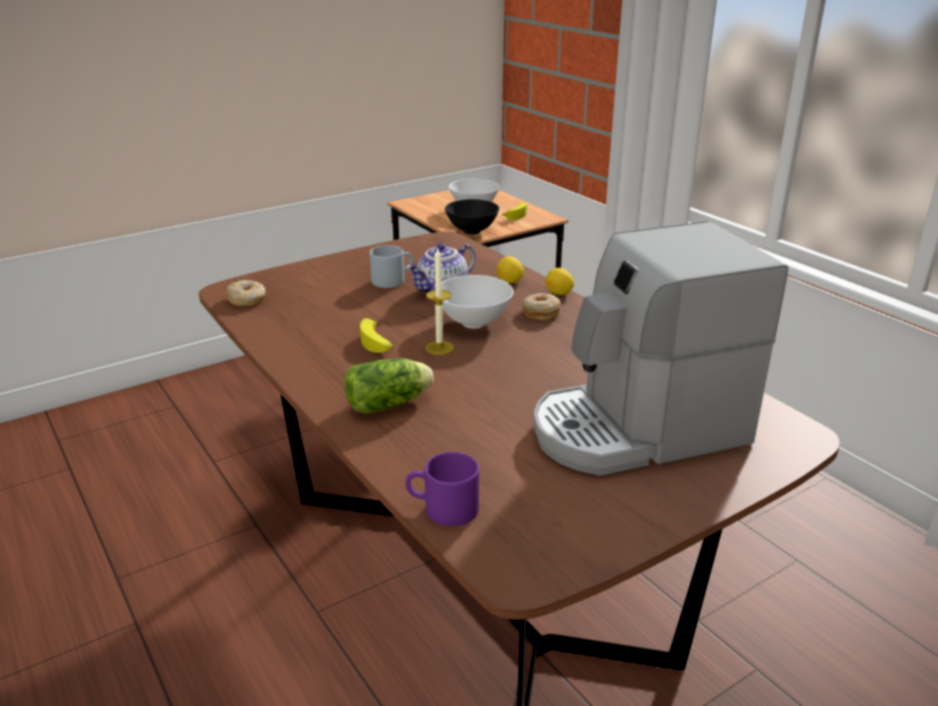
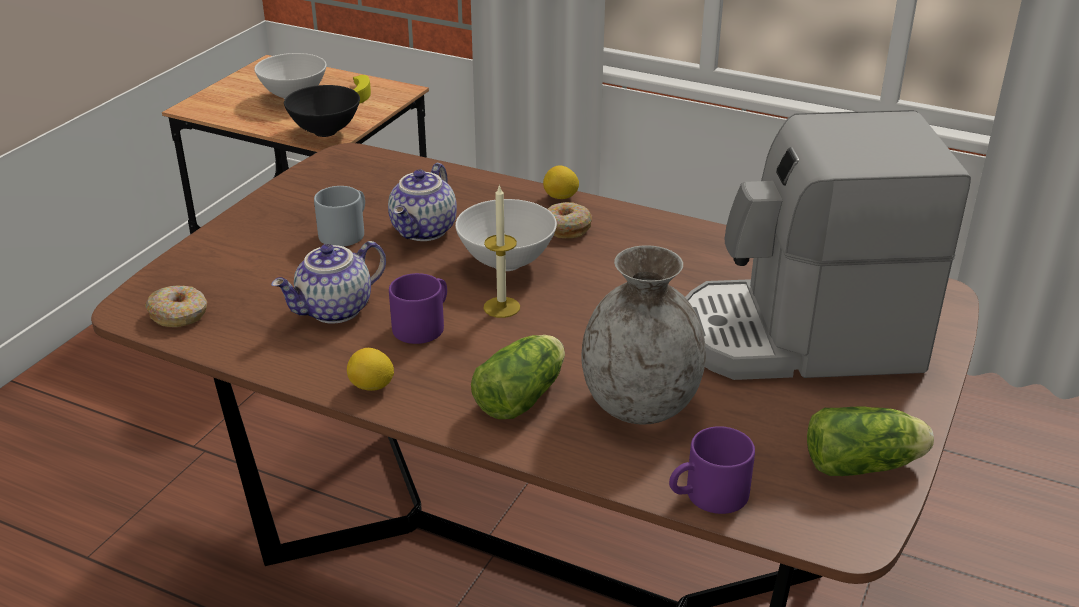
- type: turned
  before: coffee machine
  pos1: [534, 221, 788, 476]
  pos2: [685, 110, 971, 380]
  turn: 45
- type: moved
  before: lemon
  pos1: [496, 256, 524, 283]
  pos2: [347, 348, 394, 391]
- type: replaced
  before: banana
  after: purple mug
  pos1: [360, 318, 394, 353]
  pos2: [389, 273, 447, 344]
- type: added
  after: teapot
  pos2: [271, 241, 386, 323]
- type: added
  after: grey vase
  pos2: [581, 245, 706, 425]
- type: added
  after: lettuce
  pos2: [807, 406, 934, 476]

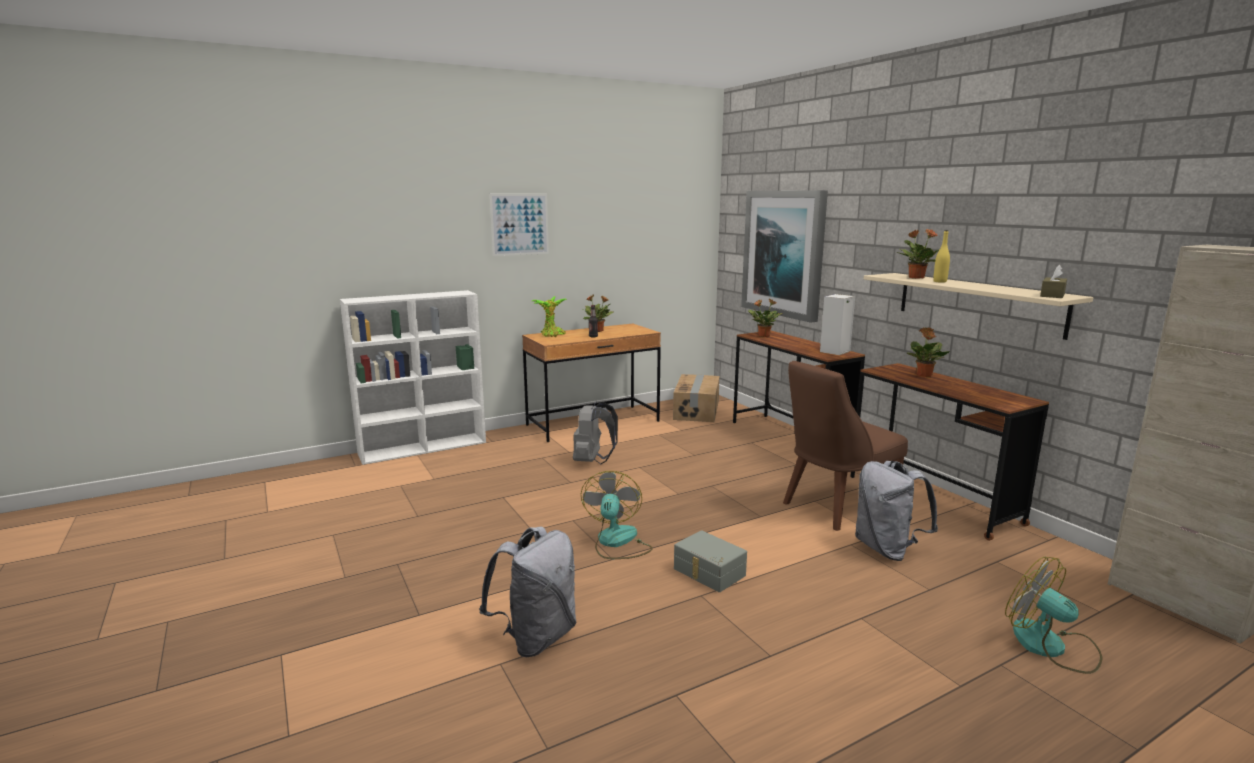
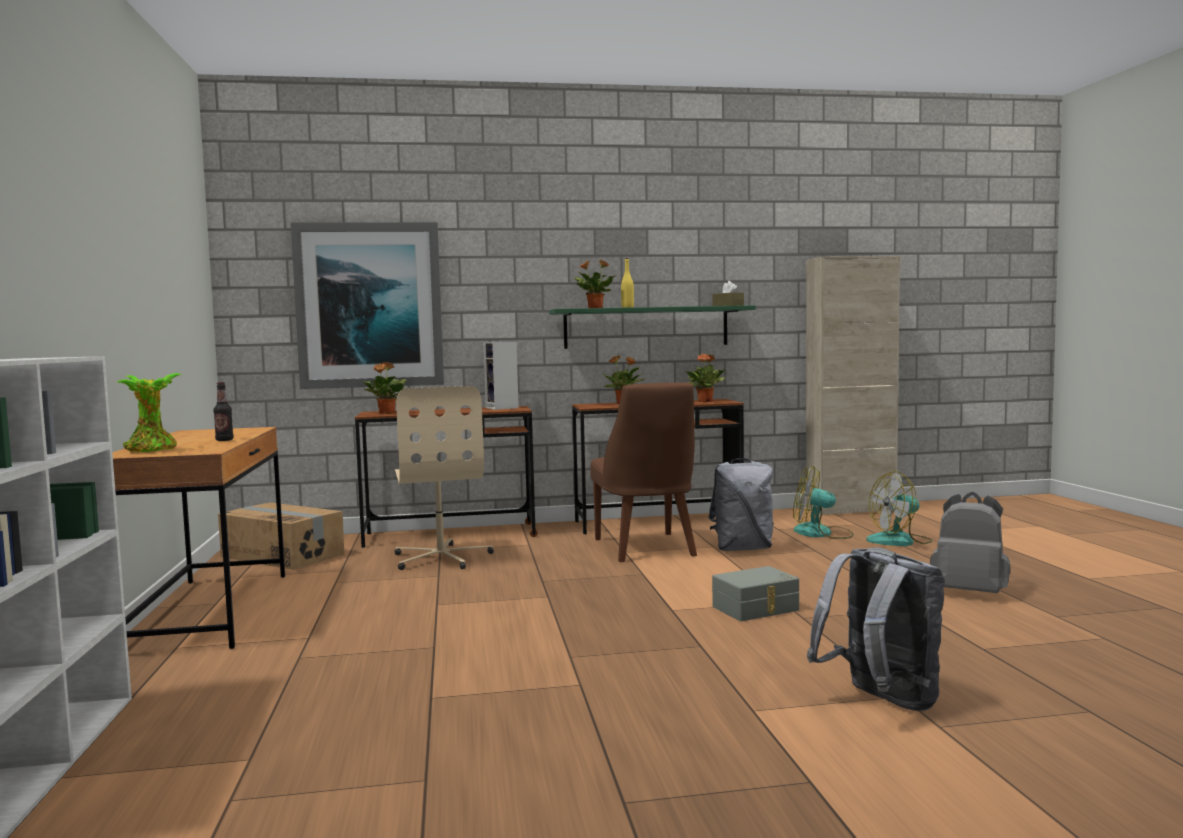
- type: removed
  before: picture
  pos1: [490, 194, 549, 256]
- type: recoloured
  before: beige shelf
  after: green shelf
  pos1: [864, 273, 1093, 340]
  pos2: [549, 305, 756, 349]
- type: moved
  before: potted plant
  pos1: [582, 294, 613, 332]
  pos2: [686, 354, 726, 402]
- type: moved
  before: grey backpack
  pos1: [573, 402, 618, 464]
  pos2: [930, 492, 1010, 593]
- type: moved
  before: fan
  pos1: [581, 471, 653, 559]
  pos2: [793, 466, 854, 539]
- type: added
  after: beige office chair
  pos2: [395, 386, 494, 570]

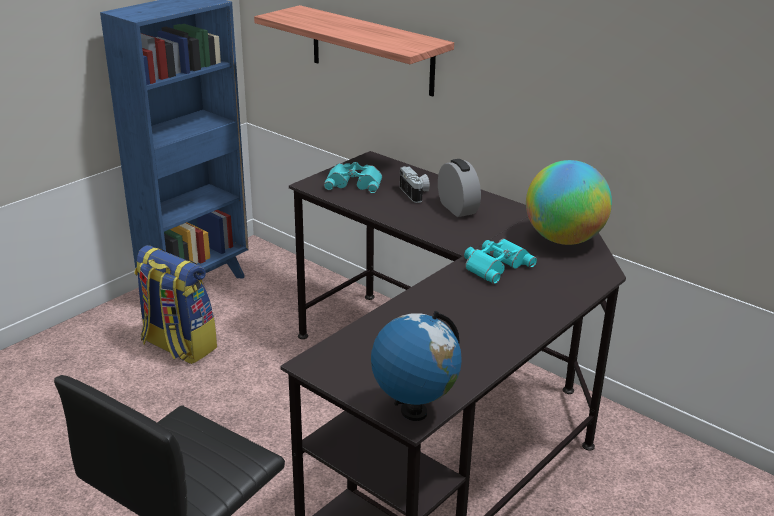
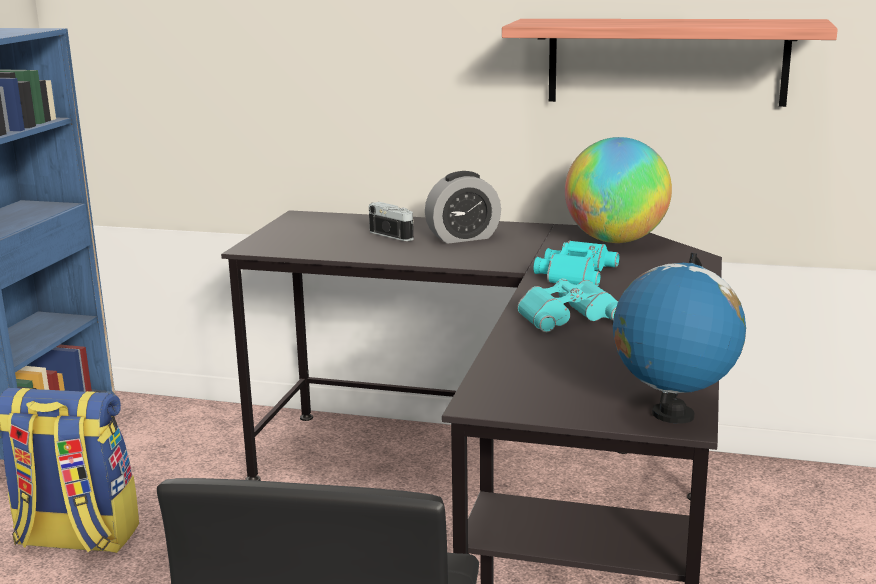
- type: moved
  before: shelf
  pos1: [254, 5, 454, 96]
  pos2: [502, 19, 838, 107]
- type: turned
  before: alarm clock
  pos1: [438, 159, 481, 217]
  pos2: [425, 171, 501, 244]
  turn: 120
- type: moved
  before: turquoise binoculars
  pos1: [324, 162, 382, 194]
  pos2: [517, 278, 618, 332]

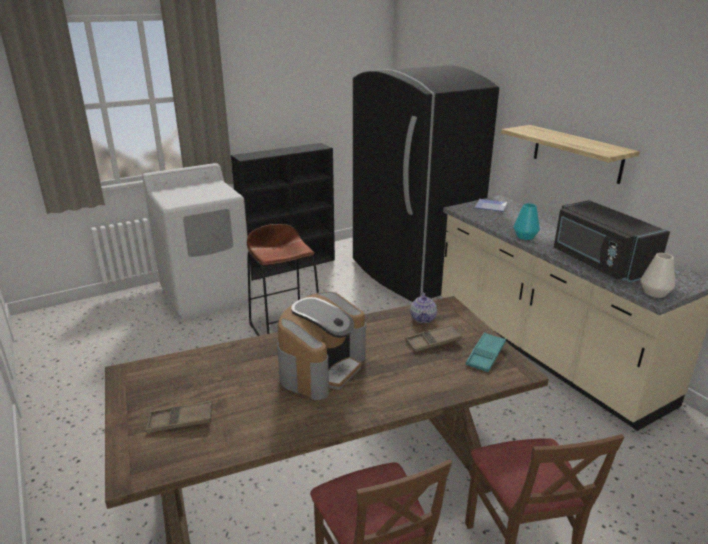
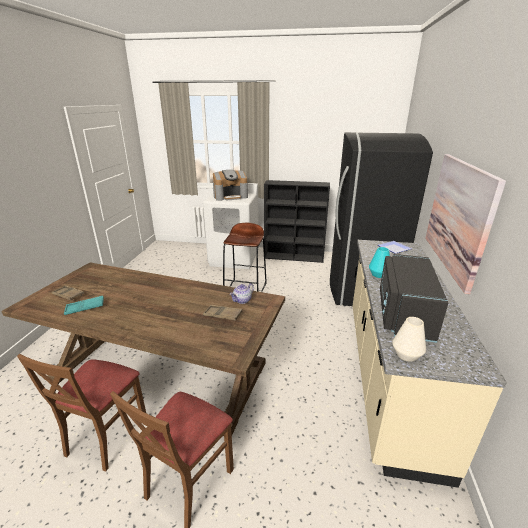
- type: replaced
  before: shelf
  after: picture
  pos1: [501, 125, 640, 184]
  pos2: [425, 154, 506, 294]
- type: moved
  before: coffee machine
  pos1: [277, 292, 366, 400]
  pos2: [213, 170, 248, 201]
- type: moved
  before: turquoise tray
  pos1: [466, 332, 506, 372]
  pos2: [64, 296, 104, 315]

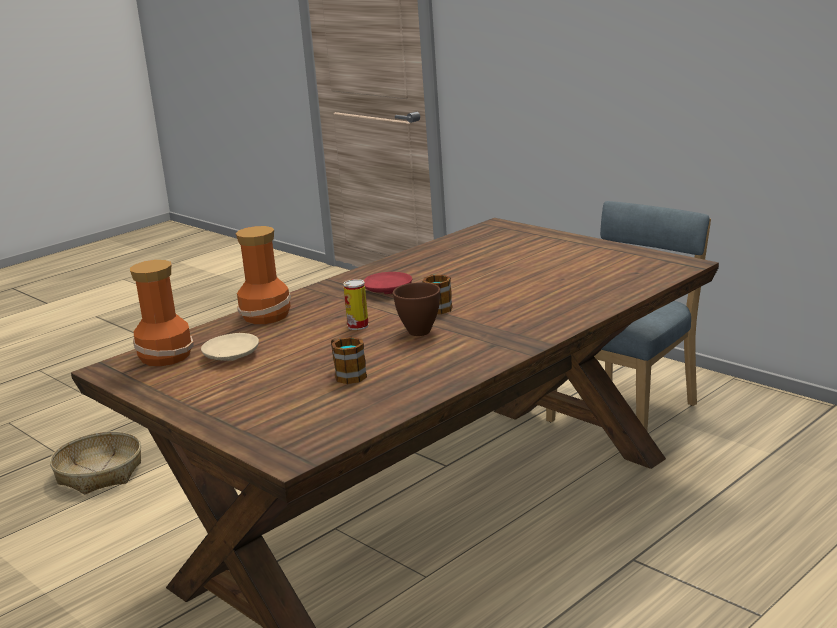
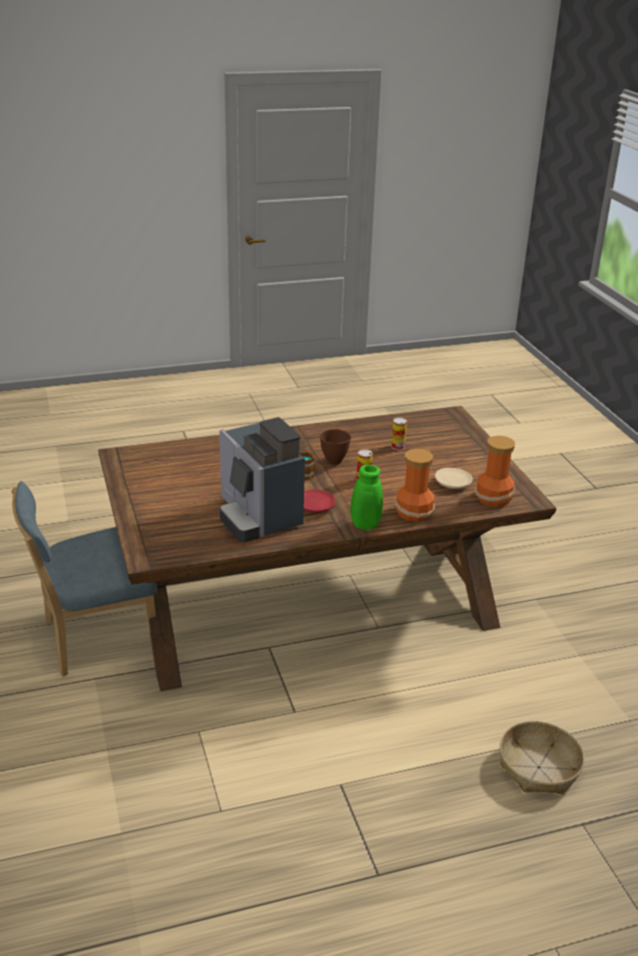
- type: replaced
  before: mug
  after: can
  pos1: [331, 337, 367, 384]
  pos2: [391, 417, 407, 450]
- type: added
  after: coffee machine
  pos2: [220, 417, 305, 542]
- type: added
  after: green vase
  pos2: [350, 465, 383, 530]

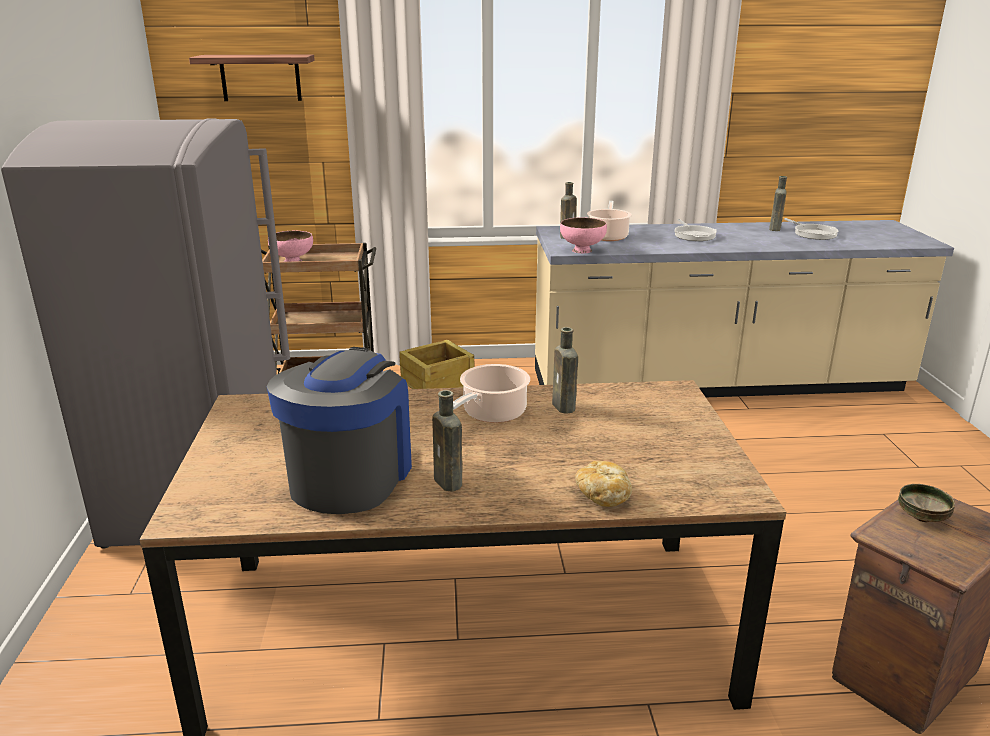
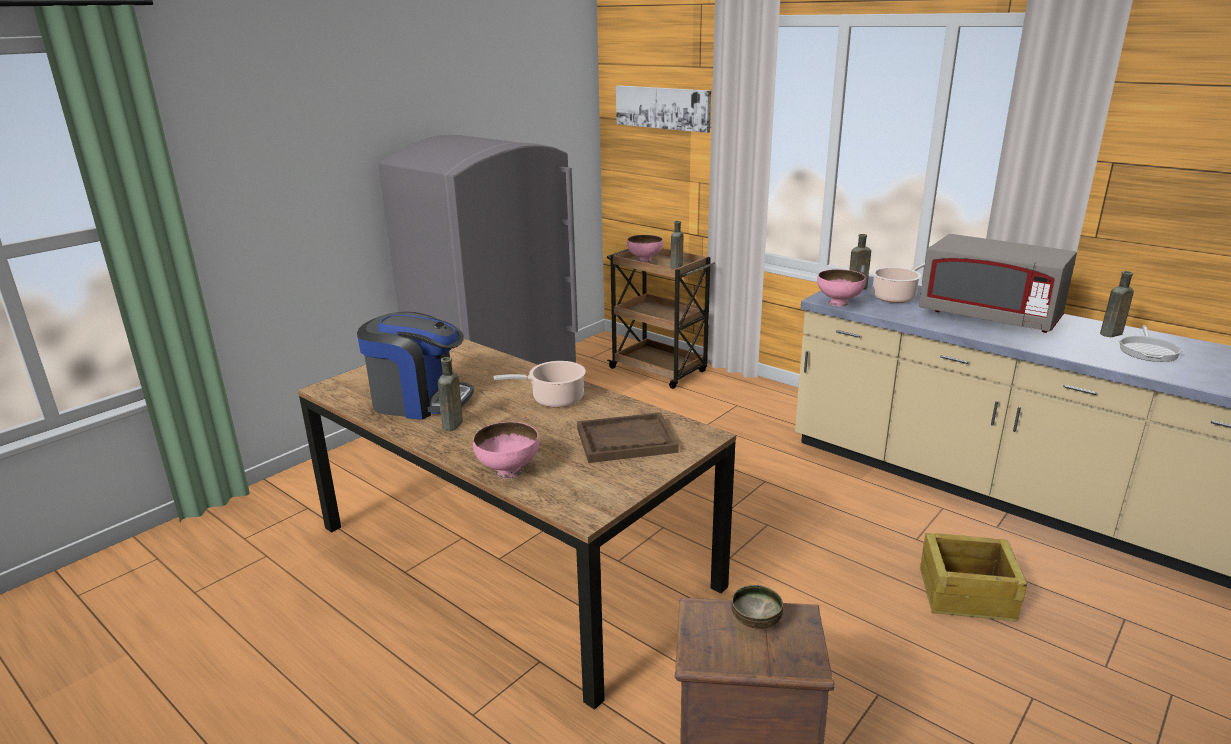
- type: replaced
  before: shelf
  after: picture
  pos1: [189, 54, 315, 101]
  pos2: [616, 85, 711, 133]
- type: replaced
  before: frying pan
  after: grey microwave
  pos1: [674, 219, 717, 241]
  pos2: [919, 234, 1077, 333]
- type: moved
  before: brown bottle
  pos1: [552, 327, 578, 414]
  pos2: [670, 221, 684, 269]
- type: moved
  before: crate
  pos1: [399, 339, 474, 389]
  pos2: [920, 533, 1027, 622]
- type: turned
  before: coffee machine
  pos1: [267, 347, 412, 514]
  pos2: [357, 312, 474, 420]
  turn: 45
- type: replaced
  before: bread
  after: pink bowl
  pos1: [575, 461, 632, 507]
  pos2: [473, 422, 539, 479]
- type: added
  after: brown tray
  pos2: [577, 413, 679, 463]

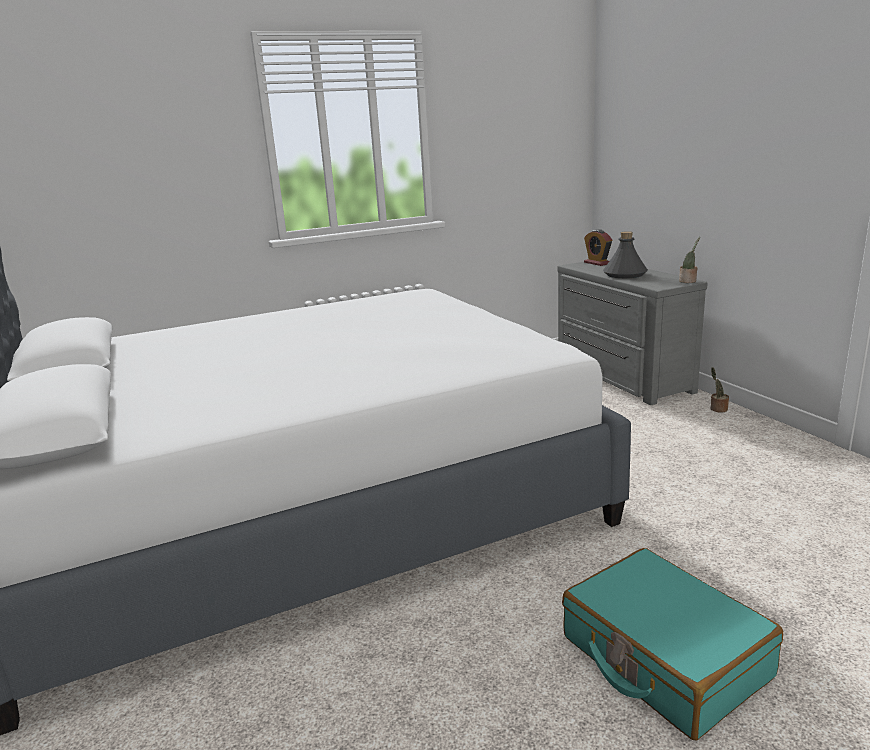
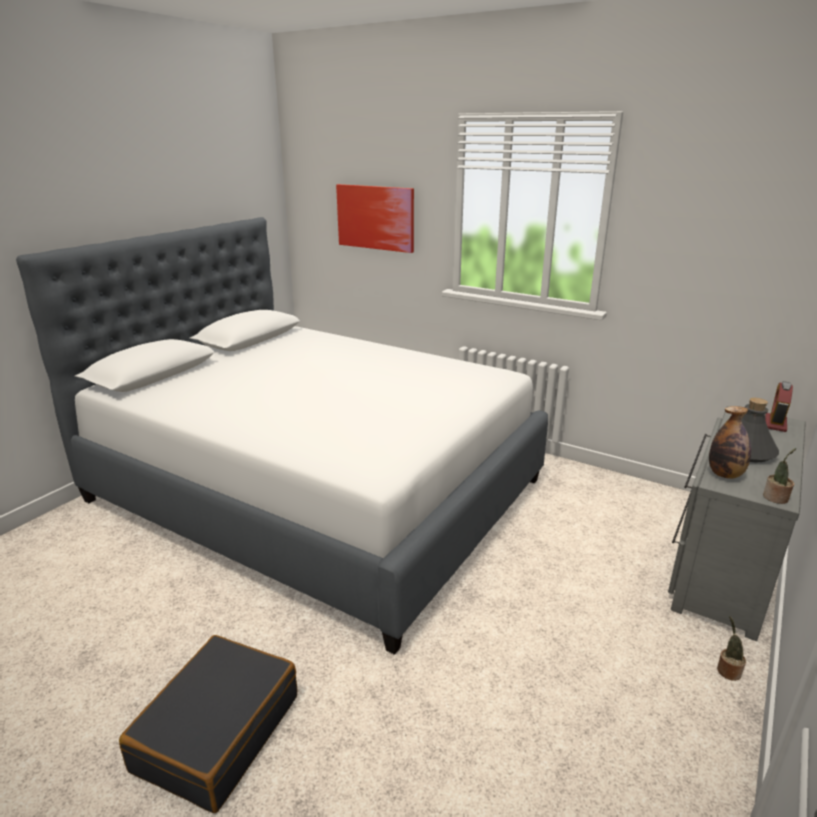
- type: recoloured
  before: turquoise suitcase
  after: black suitcase
  pos1: [562, 548, 783, 740]
  pos2: [119, 635, 297, 813]
- type: added
  after: picture
  pos2: [336, 184, 414, 253]
- type: added
  after: bottle
  pos2: [709, 406, 751, 479]

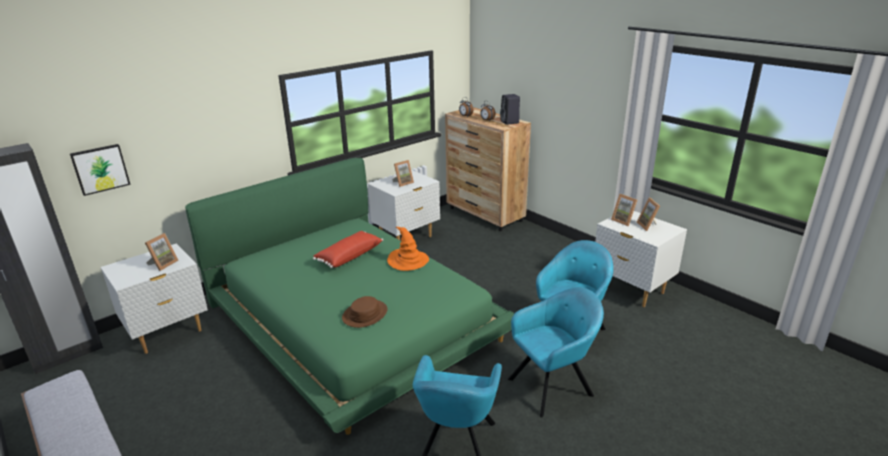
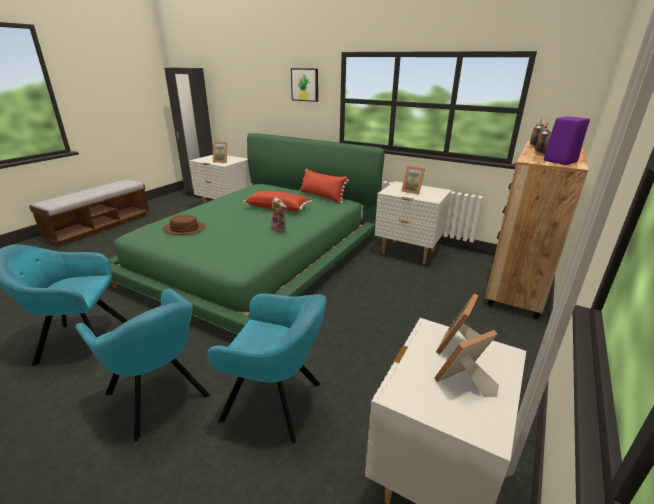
- type: recoloured
  before: black speaker
  after: purple speaker
  pos1: [500, 94, 520, 125]
  pos2: [544, 116, 590, 165]
- type: moved
  before: picture
  pos1: [70, 144, 131, 196]
  pos2: [291, 68, 318, 102]
- type: replaced
  before: orange hat
  after: plush toy
  pos1: [387, 227, 429, 271]
  pos2: [271, 197, 287, 233]
- type: added
  after: red pillow
  pos2: [300, 169, 349, 204]

